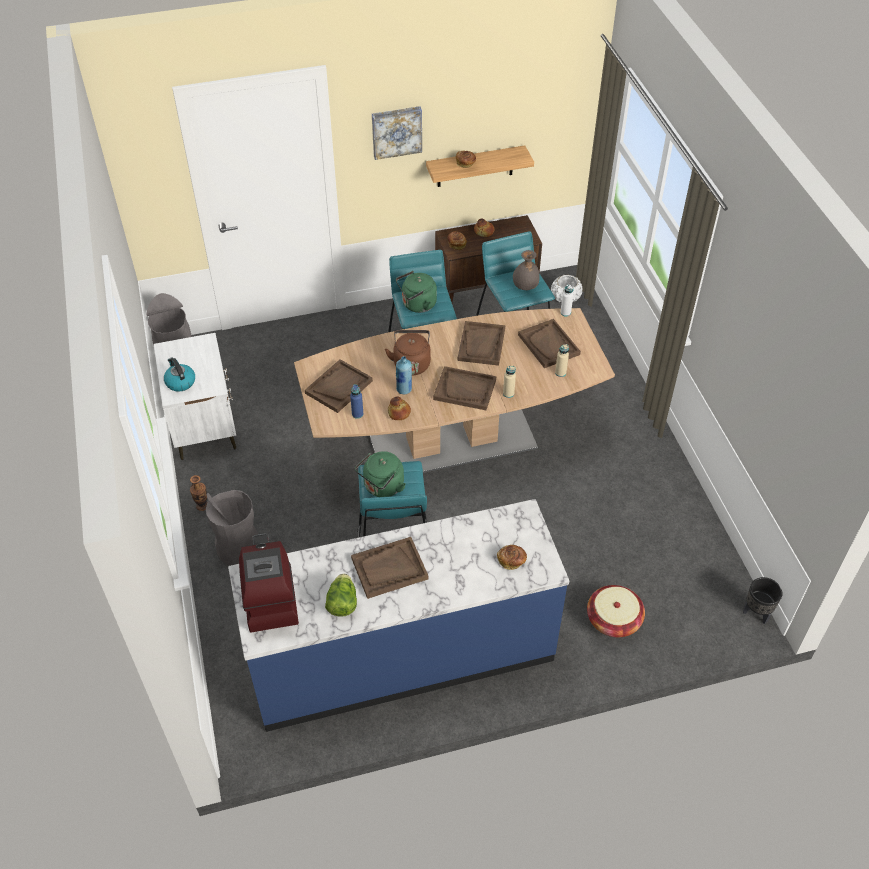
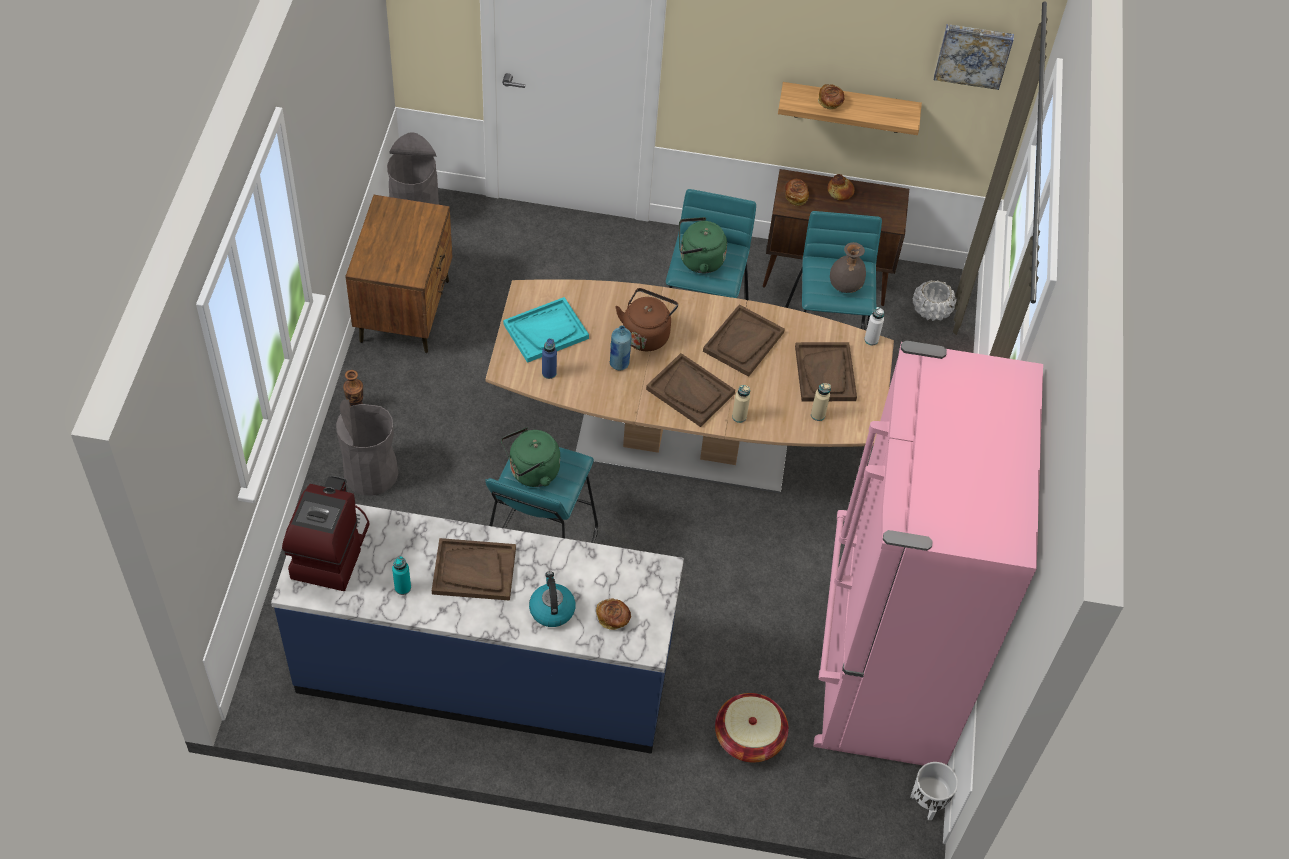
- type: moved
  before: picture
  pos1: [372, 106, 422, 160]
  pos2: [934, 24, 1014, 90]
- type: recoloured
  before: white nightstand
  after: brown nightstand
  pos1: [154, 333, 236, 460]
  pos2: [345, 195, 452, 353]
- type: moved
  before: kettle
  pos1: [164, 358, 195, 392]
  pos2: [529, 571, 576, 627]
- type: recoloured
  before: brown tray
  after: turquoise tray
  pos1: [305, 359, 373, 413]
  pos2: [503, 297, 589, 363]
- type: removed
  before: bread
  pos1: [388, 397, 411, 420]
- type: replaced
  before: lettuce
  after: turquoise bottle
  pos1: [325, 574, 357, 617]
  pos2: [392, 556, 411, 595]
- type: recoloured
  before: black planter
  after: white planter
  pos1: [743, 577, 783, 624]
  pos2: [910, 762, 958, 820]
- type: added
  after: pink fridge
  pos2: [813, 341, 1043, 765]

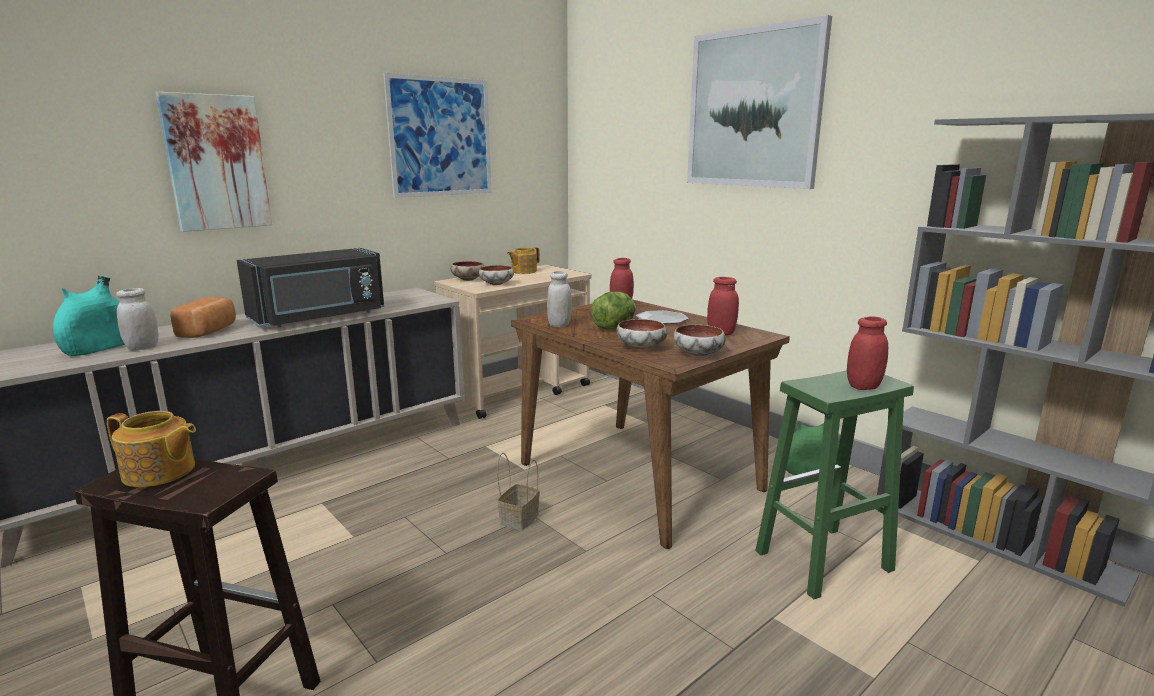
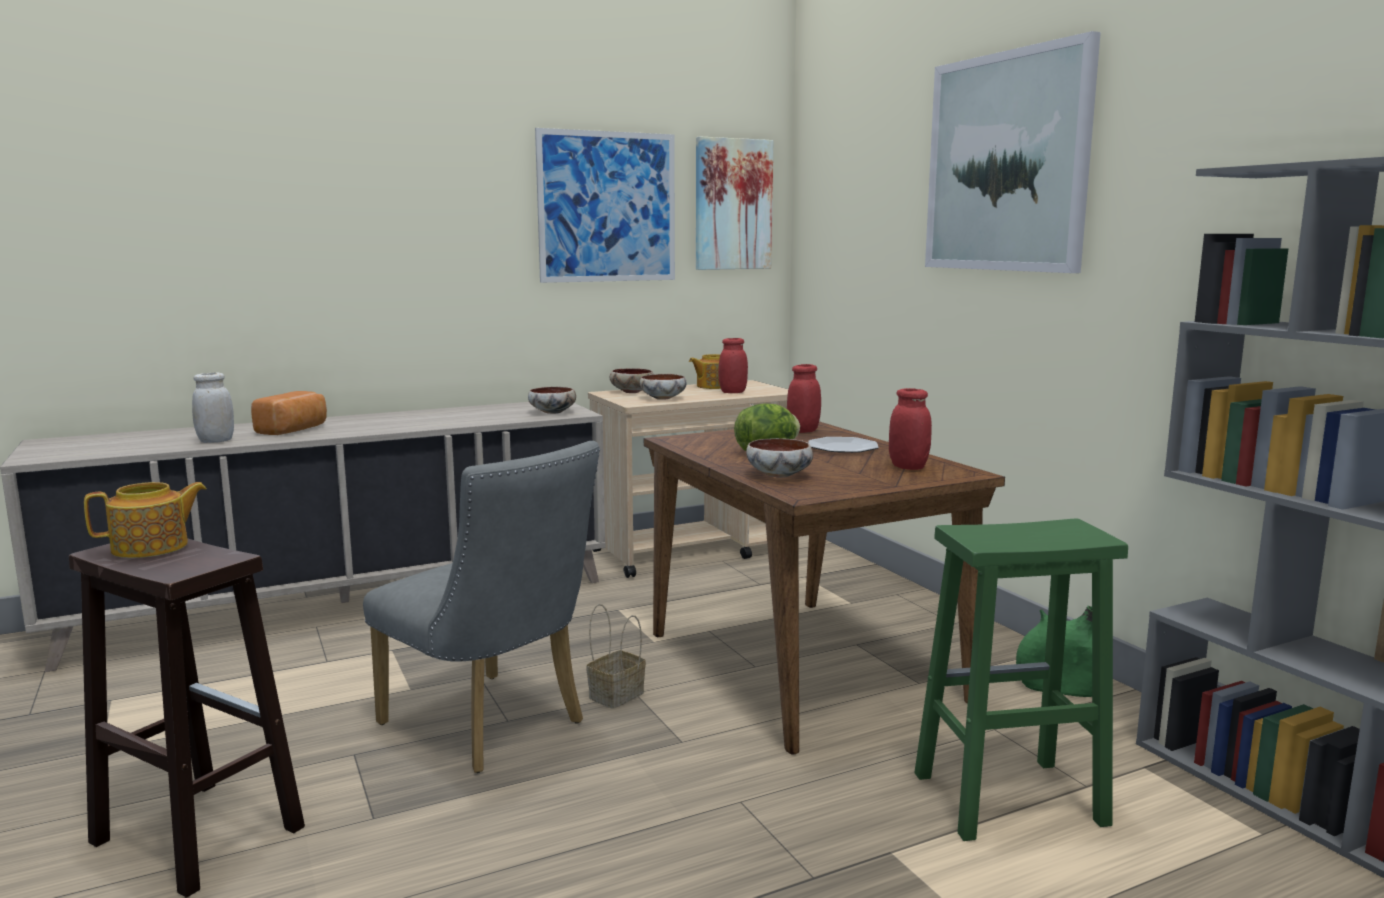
- type: moved
  before: picture
  pos1: [156, 92, 272, 232]
  pos2: [696, 136, 773, 270]
- type: removed
  before: black microwave
  pos1: [237, 248, 384, 327]
- type: removed
  before: white jar
  pos1: [547, 271, 572, 328]
- type: removed
  before: turquoise vase
  pos1: [53, 276, 125, 356]
- type: moved
  before: red jar
  pos1: [847, 316, 888, 390]
  pos2: [718, 338, 748, 393]
- type: moved
  before: bowl
  pos1: [674, 325, 726, 356]
  pos2: [528, 387, 576, 414]
- type: turned
  before: teapot
  pos1: [107, 411, 196, 487]
  pos2: [84, 482, 207, 558]
  turn: -60
- type: added
  after: grey chair
  pos2: [363, 441, 600, 773]

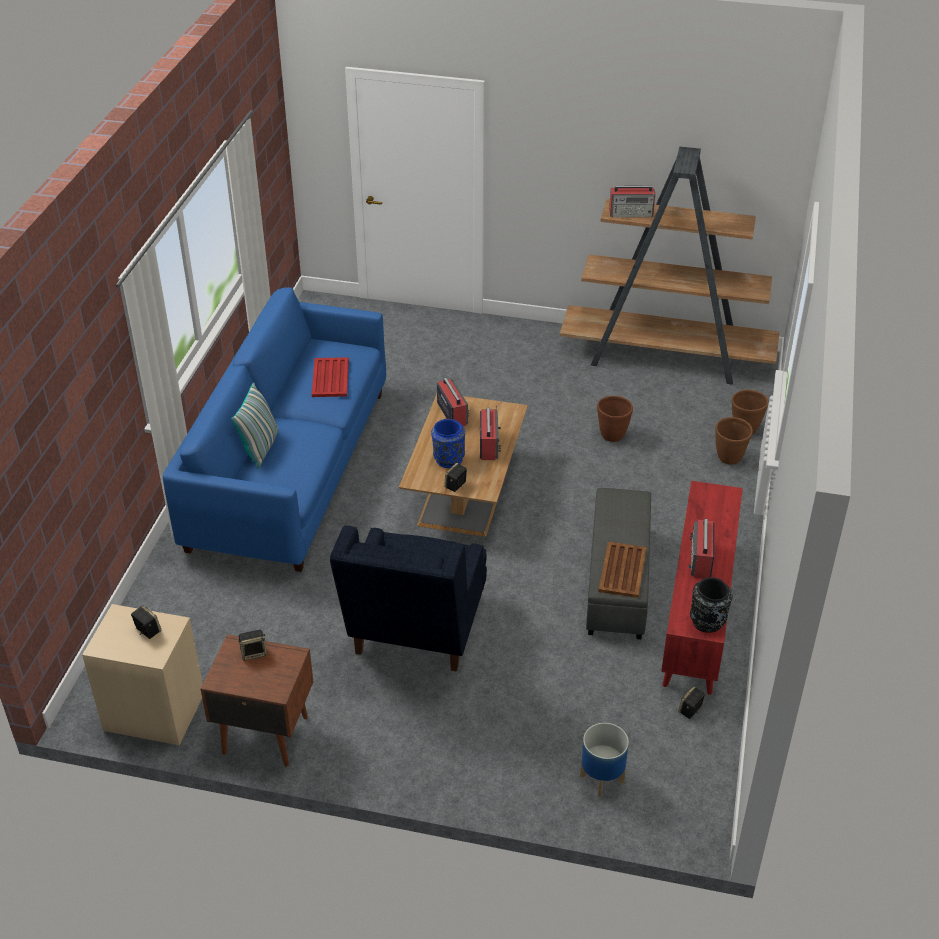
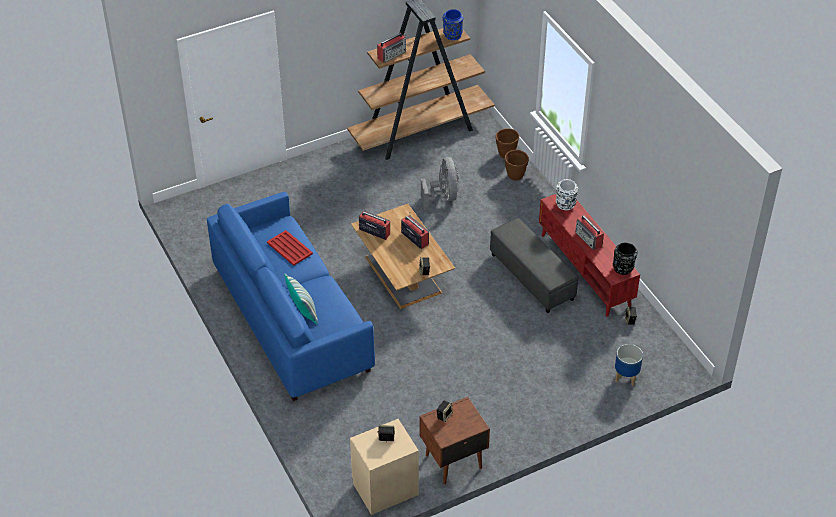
- type: replaced
  before: brown planter
  after: grey fan
  pos1: [597, 396, 633, 442]
  pos2: [421, 157, 459, 211]
- type: moved
  before: blue vase
  pos1: [431, 419, 465, 468]
  pos2: [443, 9, 463, 40]
- type: removed
  before: blue armchair
  pos1: [330, 525, 487, 671]
- type: removed
  before: brown tray
  pos1: [599, 542, 647, 598]
- type: added
  after: white vase
  pos2: [556, 179, 578, 210]

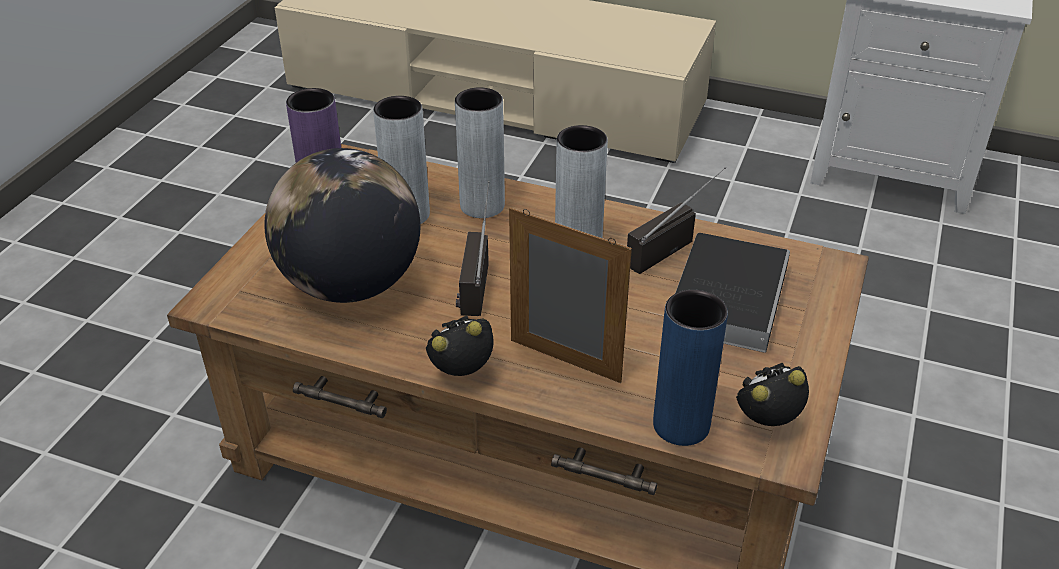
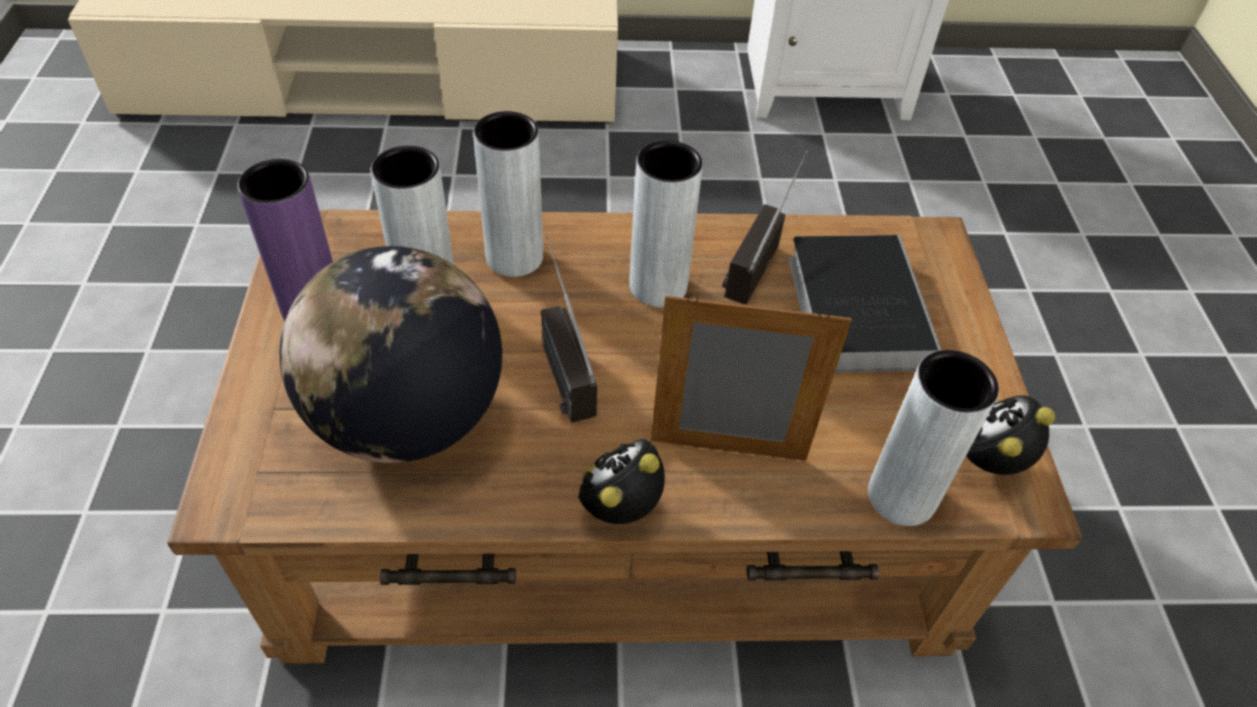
- type: recoloured
  before: blue vase
  after: grey vase
  pos1: [653, 290, 728, 446]
  pos2: [868, 350, 999, 526]

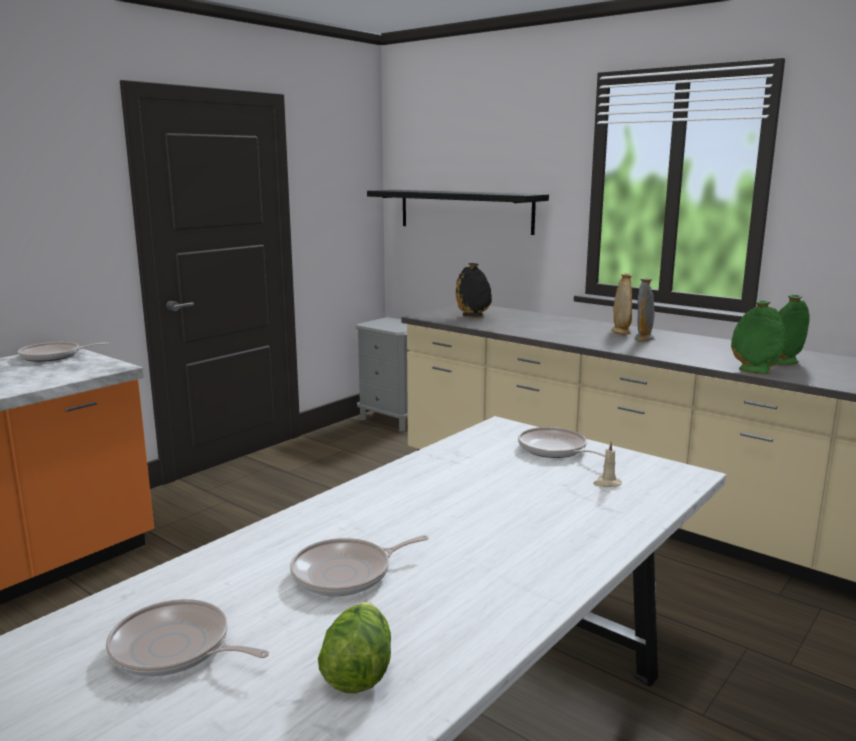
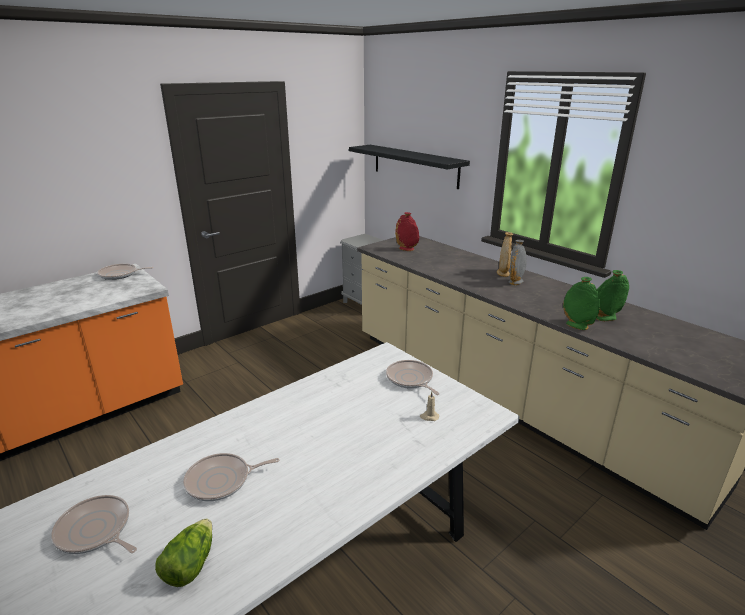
- type: recoloured
  before: black vase
  after: red vase
  pos1: [456, 263, 492, 318]
  pos2: [395, 212, 419, 251]

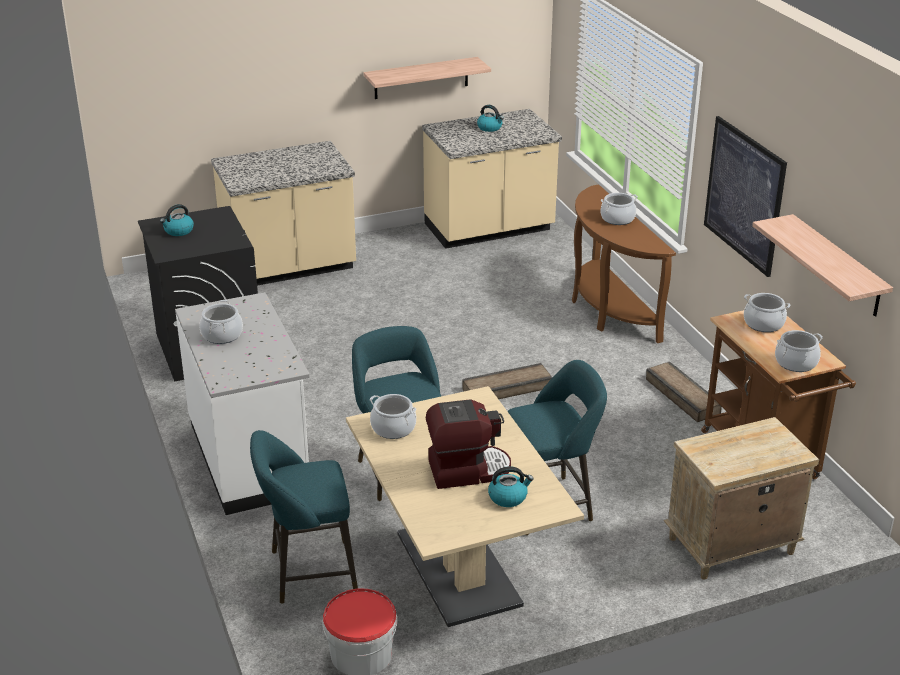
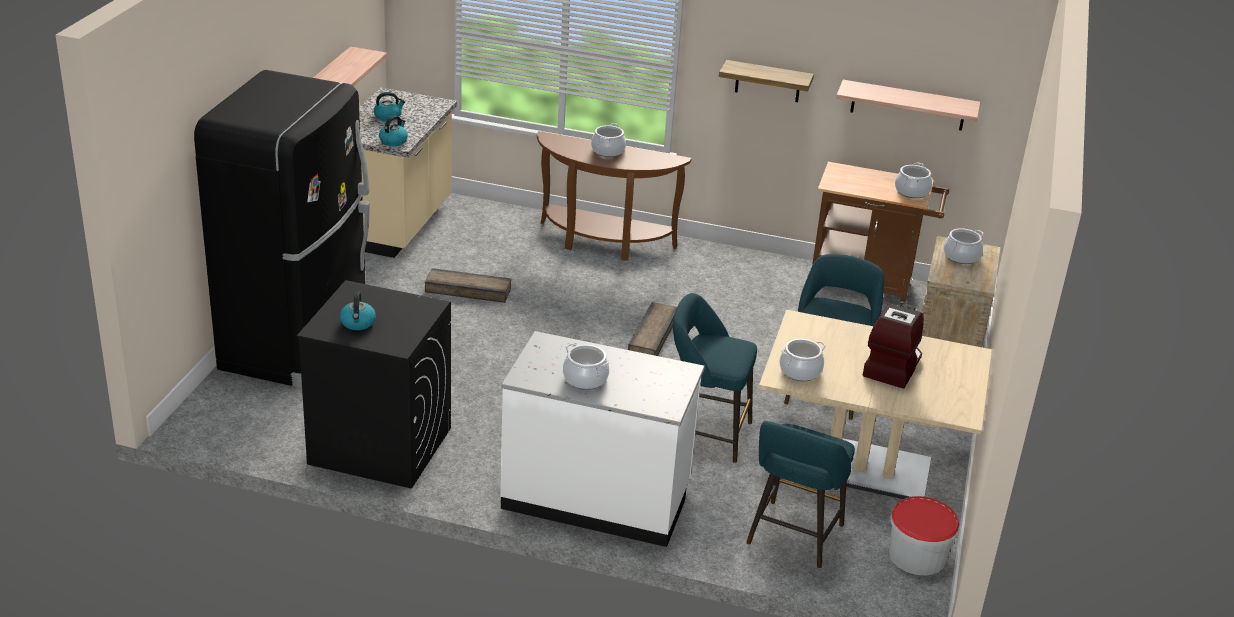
- type: replaced
  before: picture
  after: shelf
  pos1: [704, 116, 787, 277]
  pos2: [719, 60, 814, 102]
- type: replaced
  before: beige counter
  after: black fridge
  pos1: [211, 141, 356, 285]
  pos2: [194, 70, 370, 388]
- type: moved
  before: cooking pot
  pos1: [744, 293, 790, 332]
  pos2: [944, 228, 984, 264]
- type: moved
  before: crate
  pos1: [646, 362, 722, 422]
  pos2: [425, 268, 511, 303]
- type: moved
  before: kettle
  pos1: [488, 466, 534, 507]
  pos2: [379, 115, 408, 146]

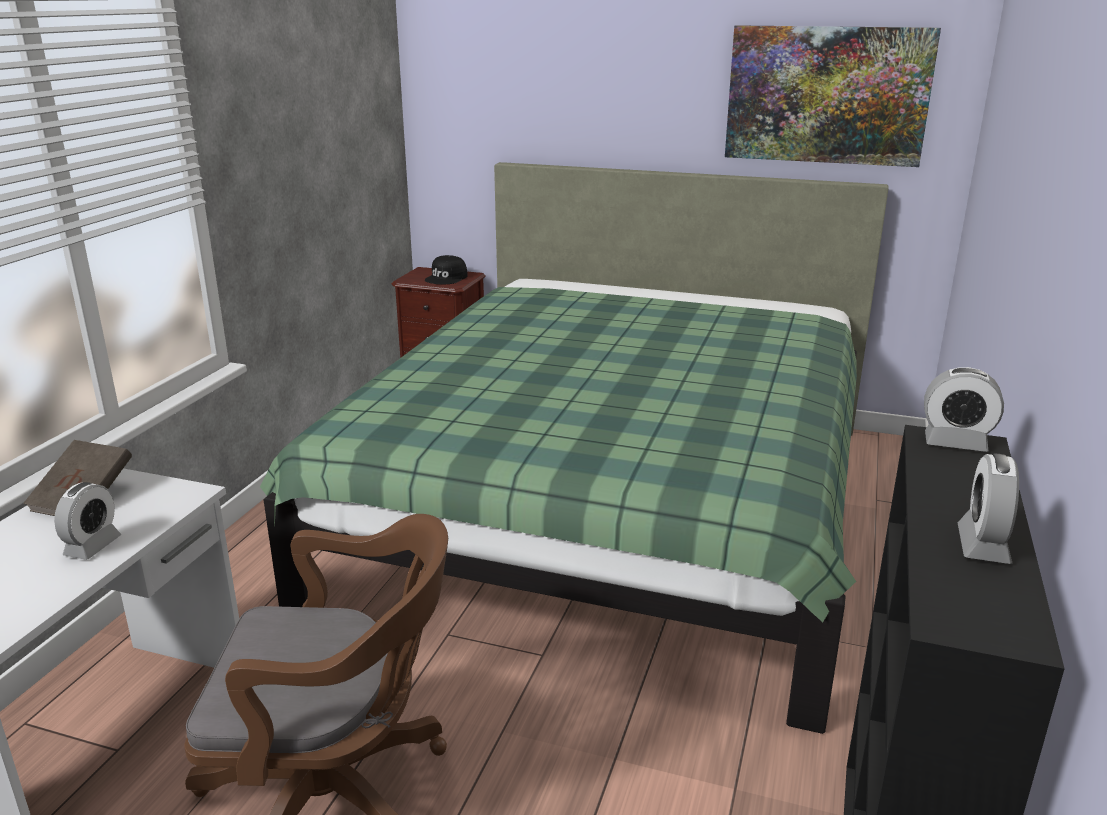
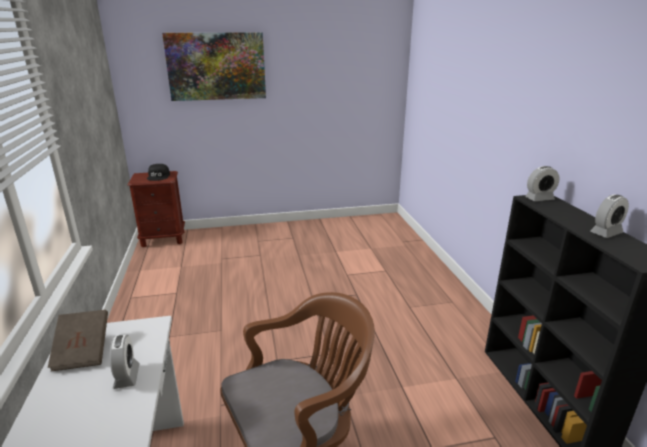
- type: moved
  before: picture
  pos1: [725, 25, 941, 167]
  pos2: [162, 32, 266, 101]
- type: removed
  before: green bed
  pos1: [260, 162, 889, 734]
- type: turned
  before: alarm clock
  pos1: [958, 454, 1019, 564]
  pos2: [590, 194, 629, 238]
  turn: -105

